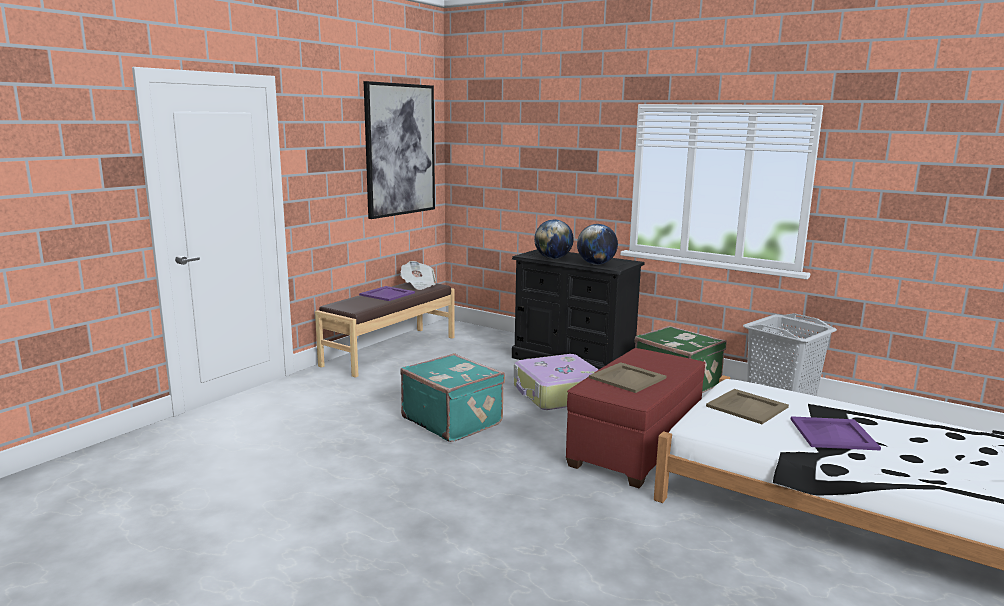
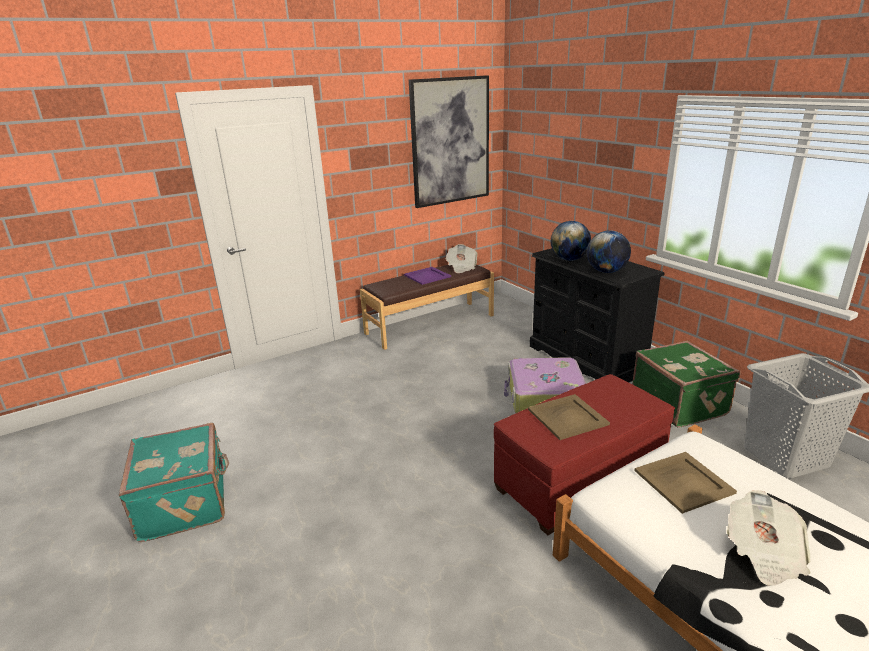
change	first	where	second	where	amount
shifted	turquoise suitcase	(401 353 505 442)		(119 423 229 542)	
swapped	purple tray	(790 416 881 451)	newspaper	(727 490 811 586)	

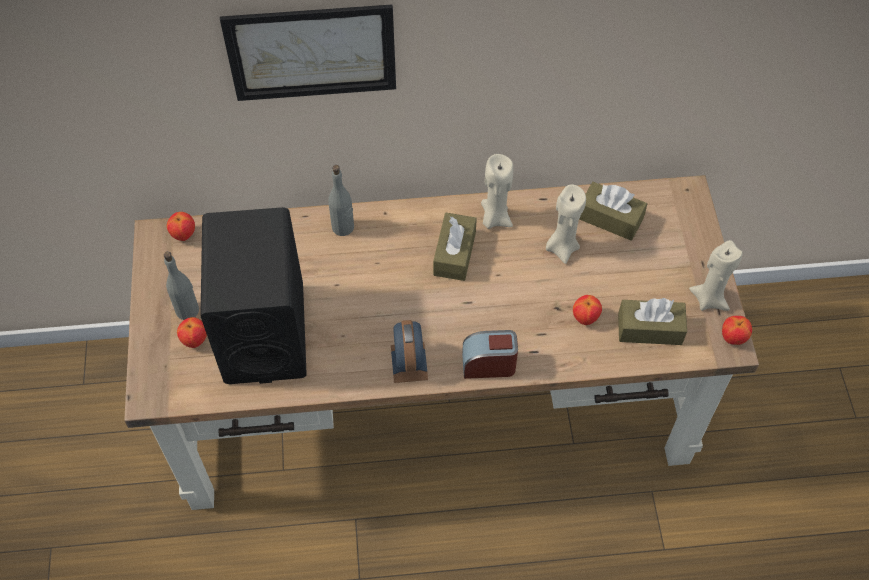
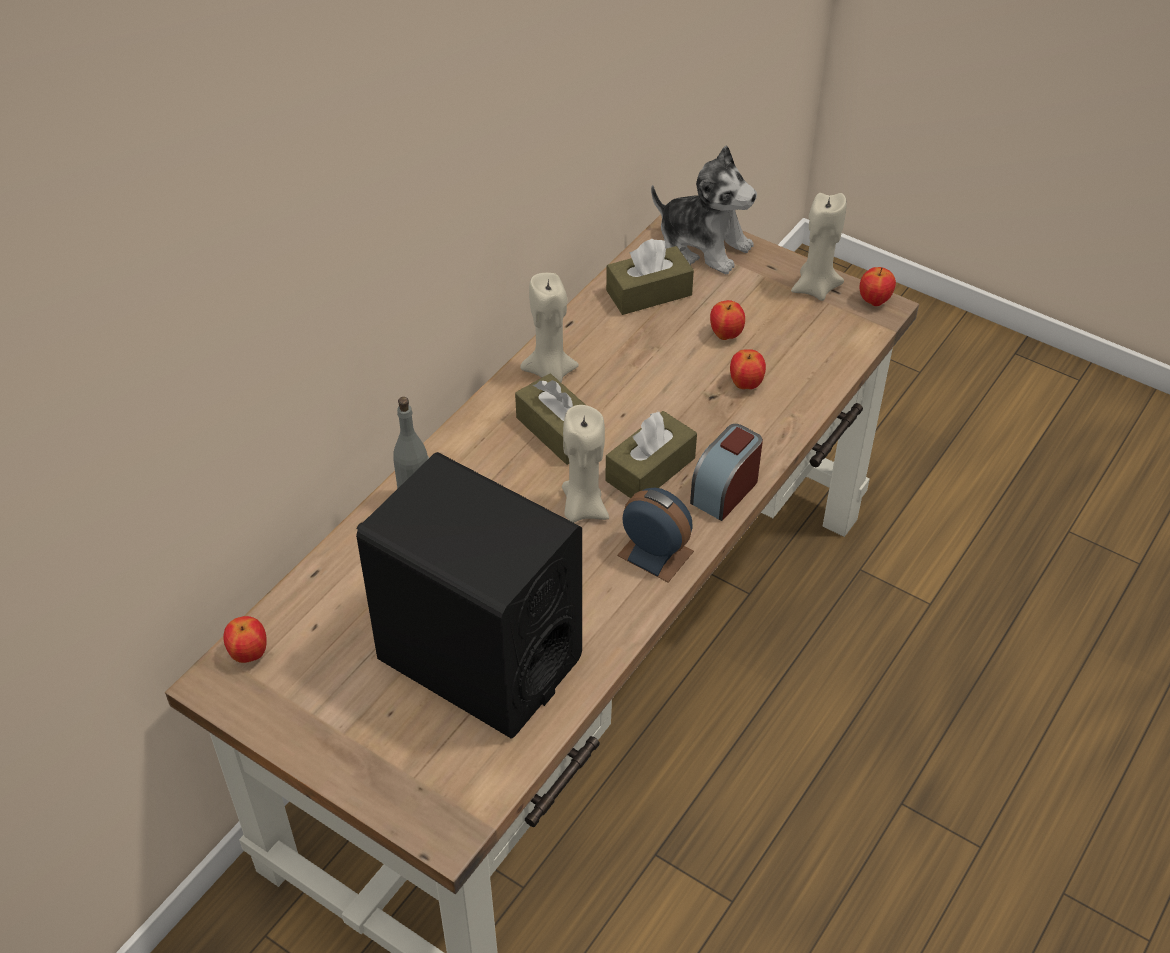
change	first	where	second	where	amount
gone	picture	(220 4 396 101)			
shifted	beige candle	(546 185 586 264)		(562 405 609 523)	
gone	grey bottle	(164 252 199 320)			
shifted	brown tissue box	(618 298 687 345)		(605 411 697 498)	
shifted	apple	(177 317 207 348)		(710 300 745 340)	
new			plush toy	(651 146 757 274)	

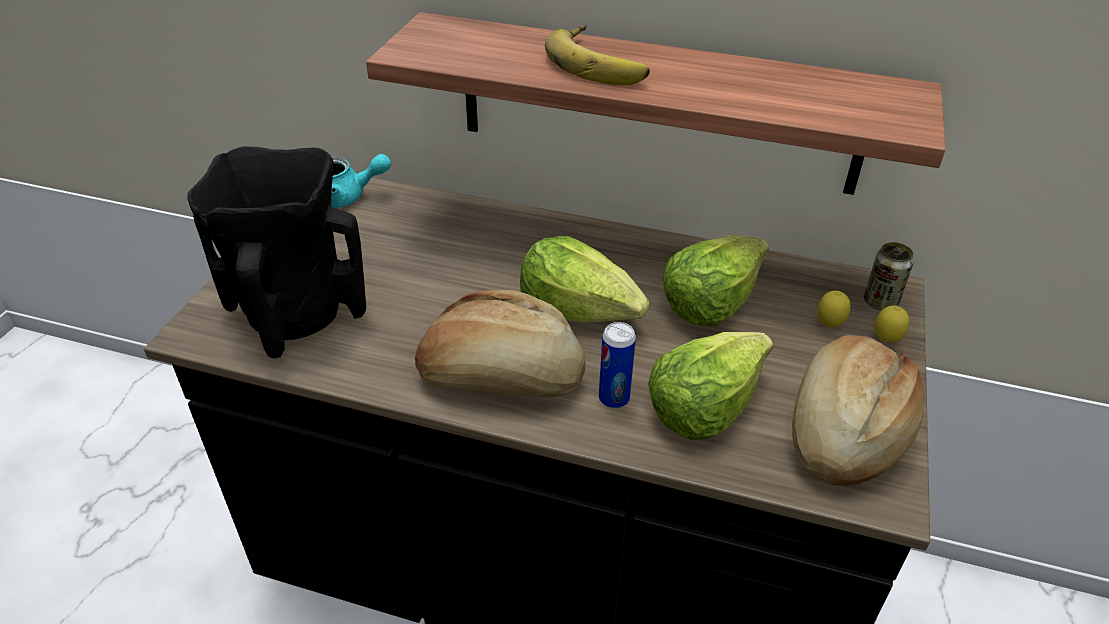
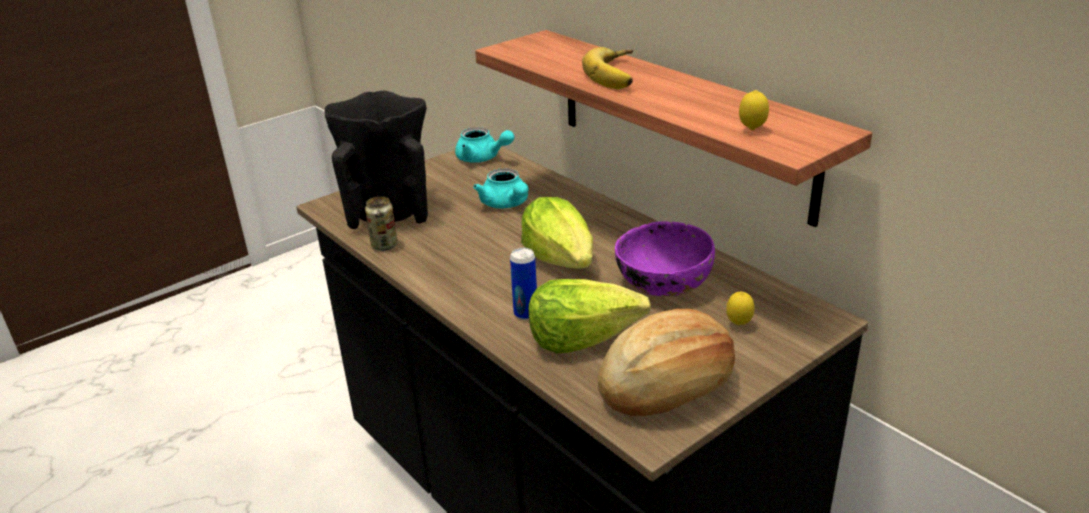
change	first	where	second	where	amount
swapped	lettuce	(662 235 769 326)	purple bowl	(615 222 715 297)	
shifted	can	(864 242 914 310)		(365 197 398 251)	
gone	bread	(415 290 585 397)			
shifted	lemon	(874 305 909 343)		(739 90 769 130)	
new			turquoise teapot	(473 168 529 209)	

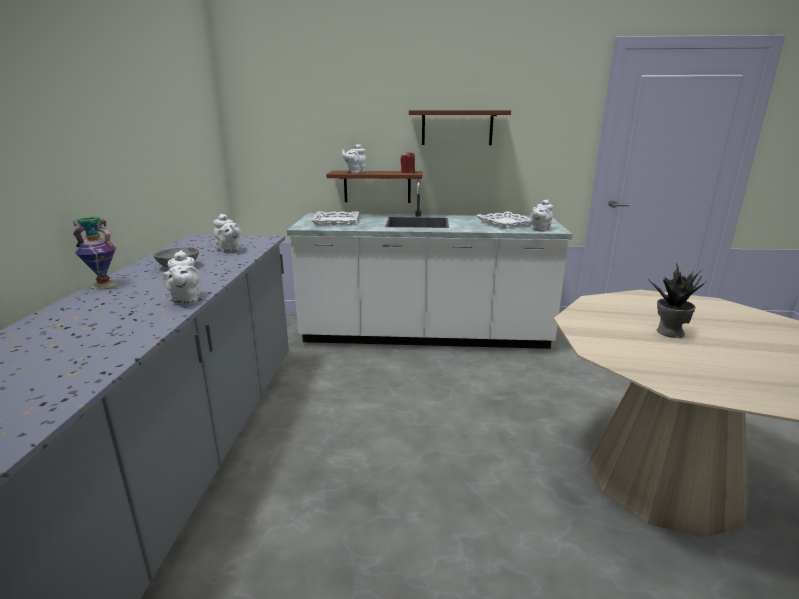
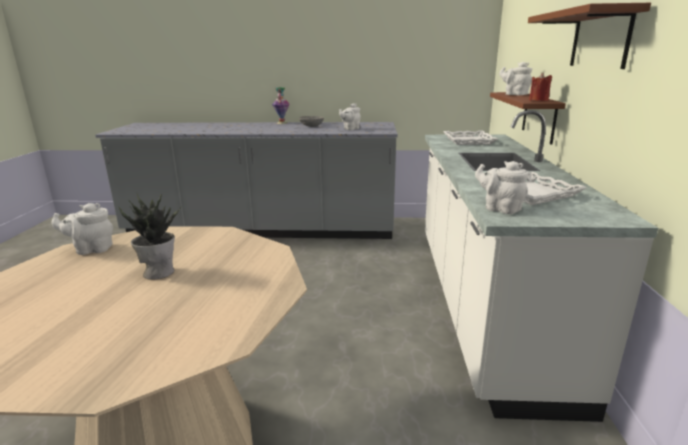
change	first	where	second	where	amount
shifted	white teapot	(162 250 200 304)		(51 203 113 255)	

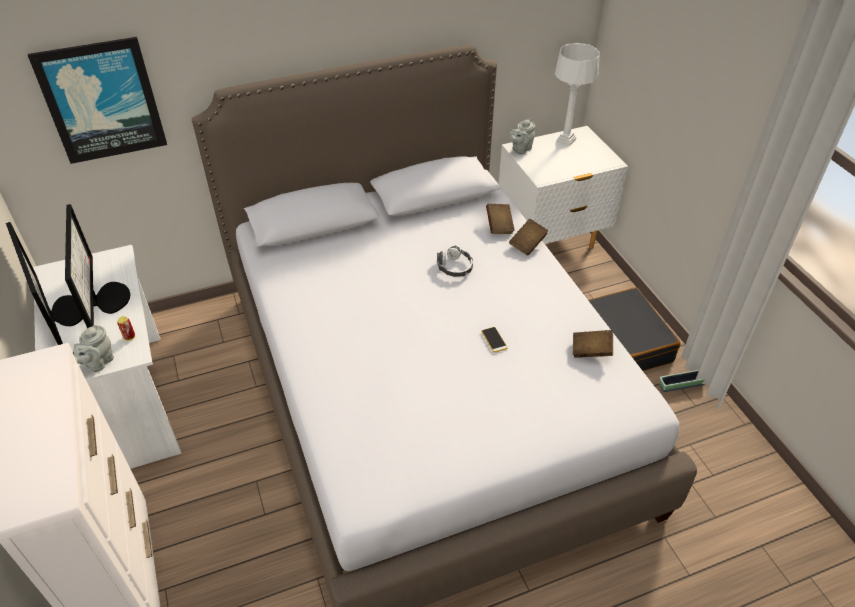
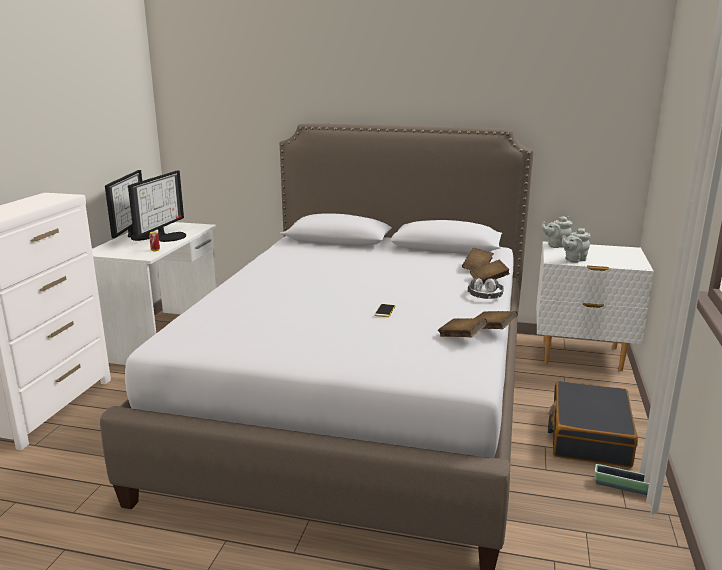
change	first	where	second	where	amount
gone	picture	(28 37 167 164)			
gone	white table lamp	(555 43 600 146)			
shifted	headphones	(437 246 473 277)		(468 278 504 299)	
shifted	grey teapot	(73 325 114 372)		(562 228 590 263)	
new			brown book	(475 311 518 329)	

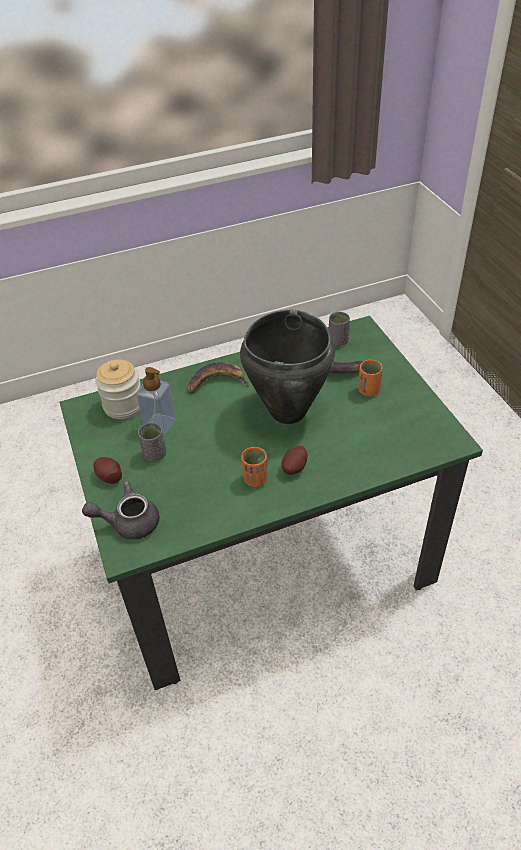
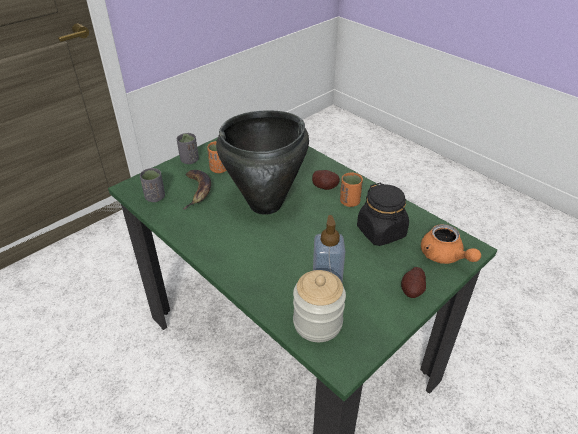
change	first	where	second	where	amount
gone	banana	(188 362 249 394)			
shifted	grey cup	(138 423 166 462)		(177 133 199 164)	
repainted	grey teapot	(82 481 159 540)	orange teapot	(421 224 481 264)	
new			black jar	(357 183 409 246)	

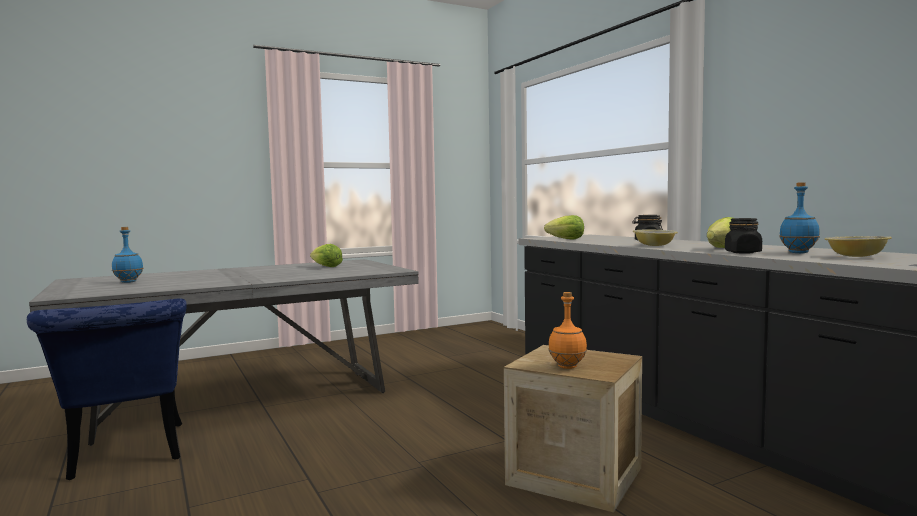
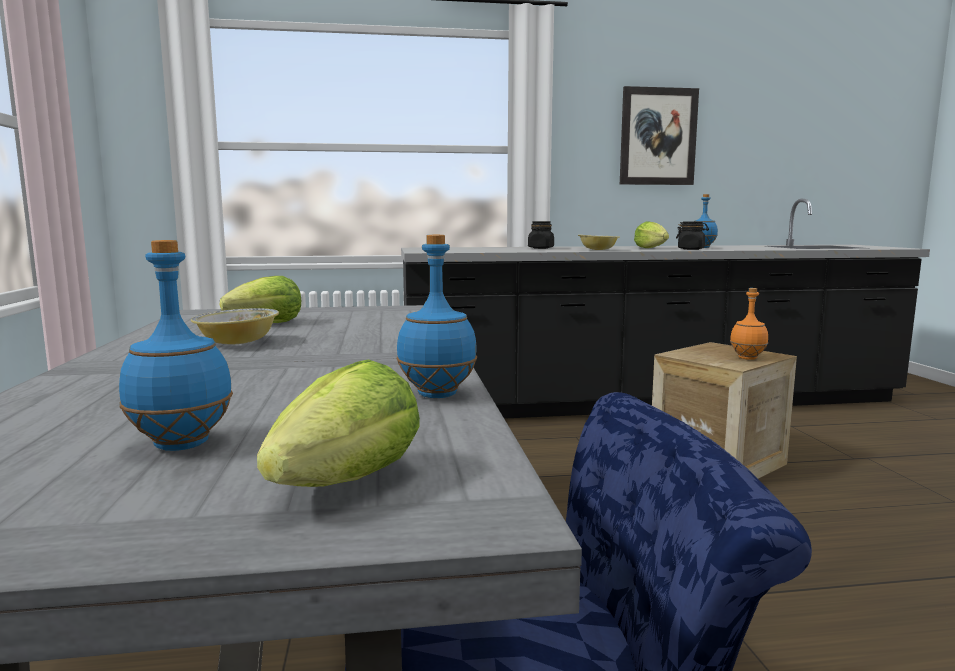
change	first	where	second	where	amount
shifted	lettuce	(544 215 584 239)		(257 359 420 487)	
shifted	bowl	(825 236 892 257)		(191 308 279 344)	
new			picture	(620 86 699 185)	
new			blue bottle	(396 234 477 398)	

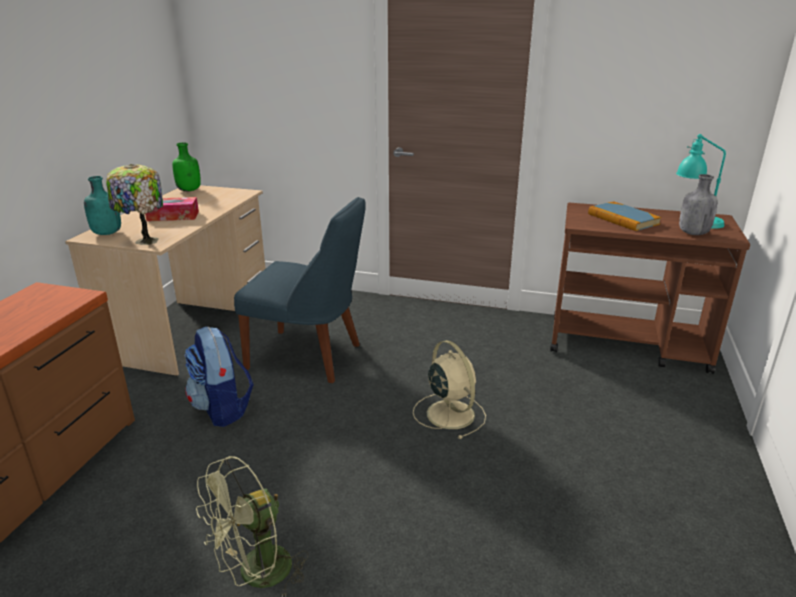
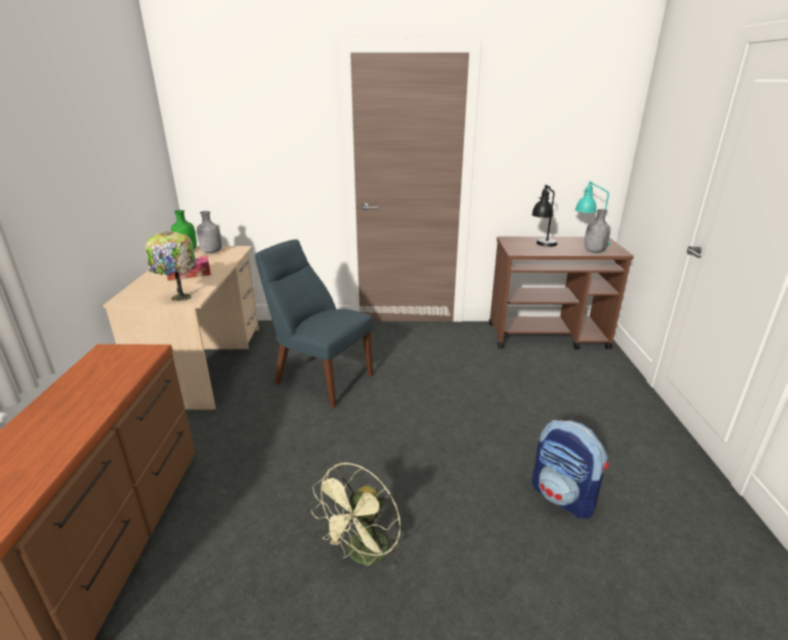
change	first	where	second	where	amount
gone	turquoise bottle	(84 176 121 235)			
rotated	blue chair	(234 197 366 383)		(255 239 373 408)	150 degrees counterclockwise
swapped	book	(588 201 661 231)	black table lamp	(532 185 557 247)	
shifted	backpack	(185 326 254 427)		(532 420 609 519)	
gone	beige fan	(413 340 486 439)			
new			grey bottle	(197 211 222 253)	

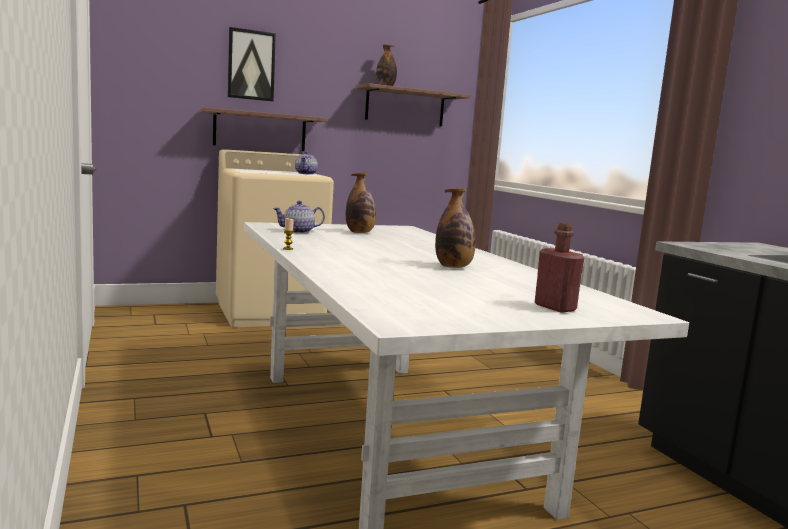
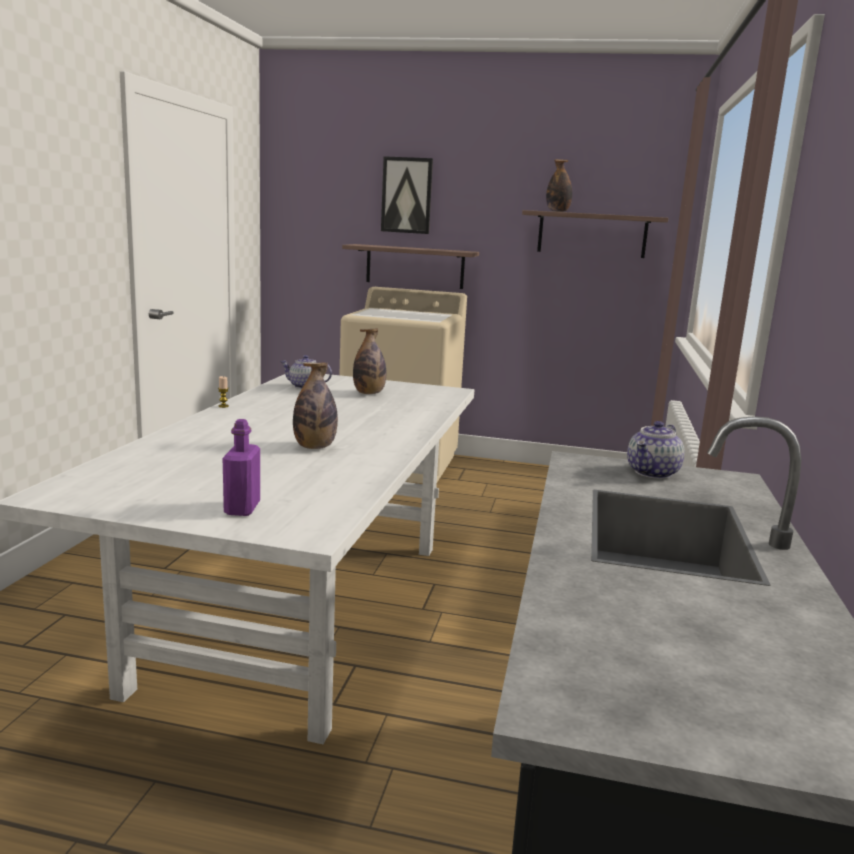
change	first	where	second	where	amount
shifted	teapot	(295 151 318 175)		(627 421 685 479)	
repainted	red bottle	(535 223 584 313)	purple bottle	(222 419 260 516)	

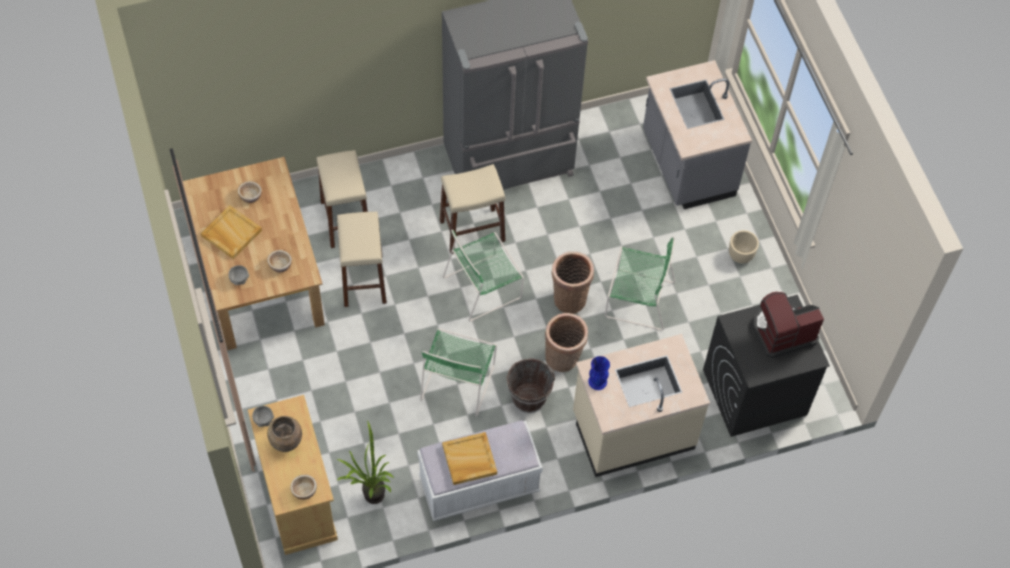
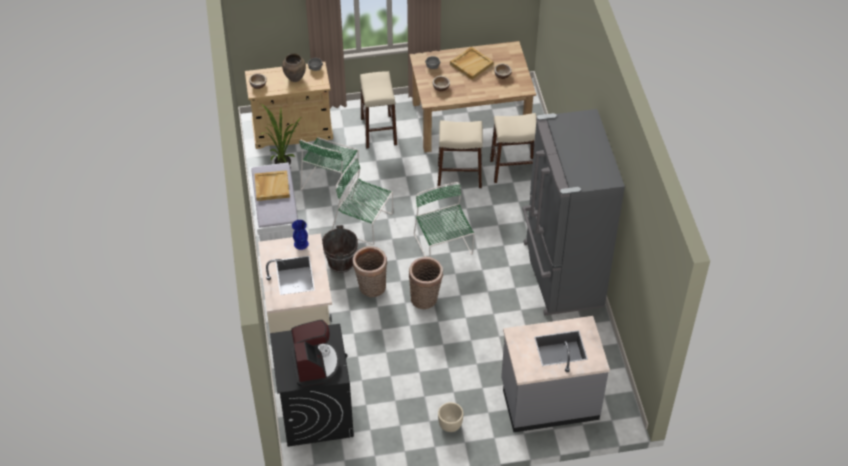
change	first	where	second	where	amount
shifted	beige stool	(440 164 506 254)		(360 71 397 149)	
shifted	green chair	(605 236 675 331)		(299 137 359 202)	

